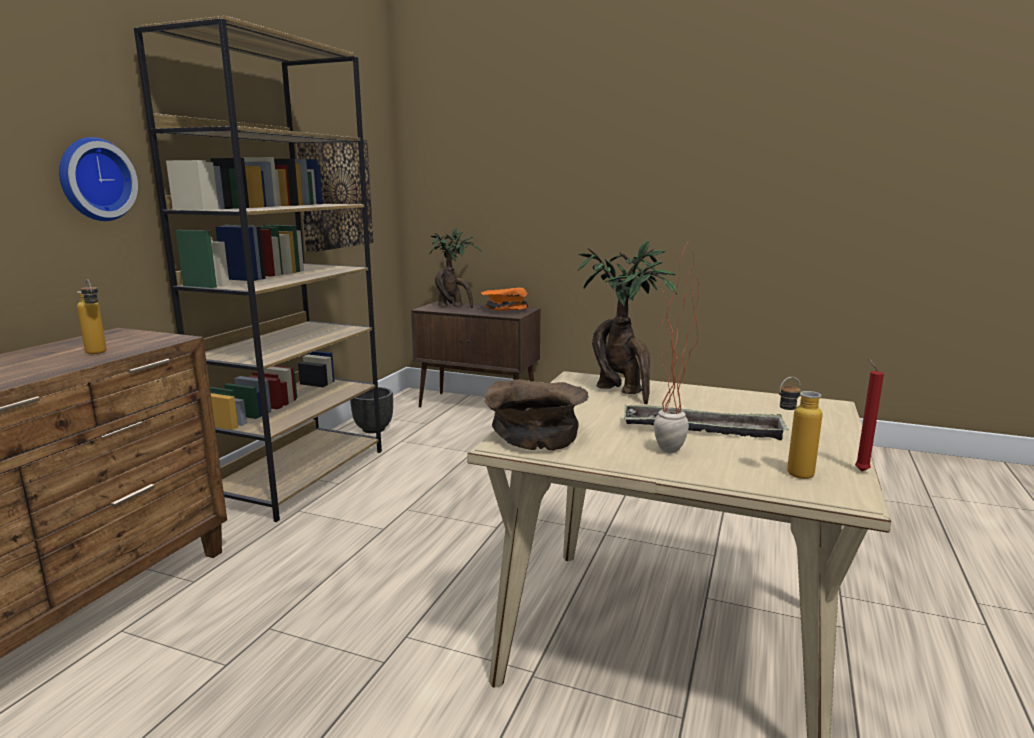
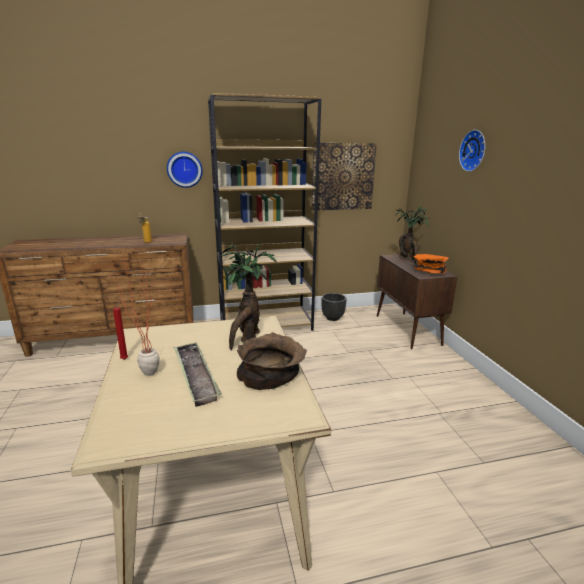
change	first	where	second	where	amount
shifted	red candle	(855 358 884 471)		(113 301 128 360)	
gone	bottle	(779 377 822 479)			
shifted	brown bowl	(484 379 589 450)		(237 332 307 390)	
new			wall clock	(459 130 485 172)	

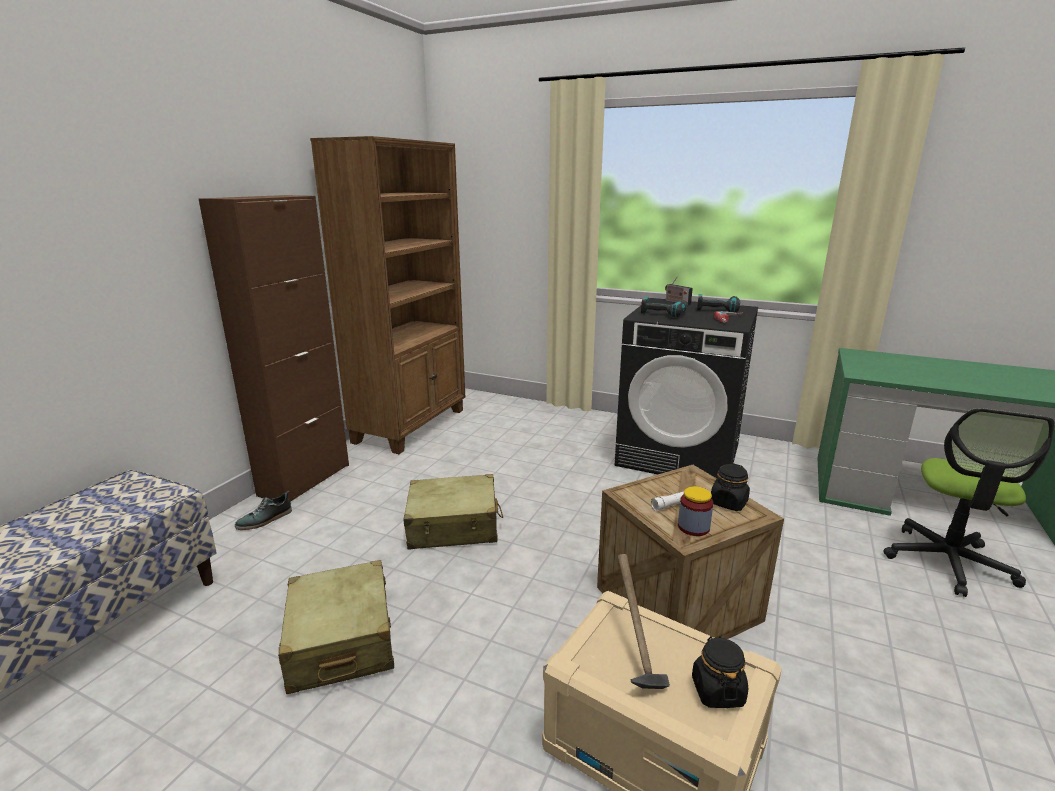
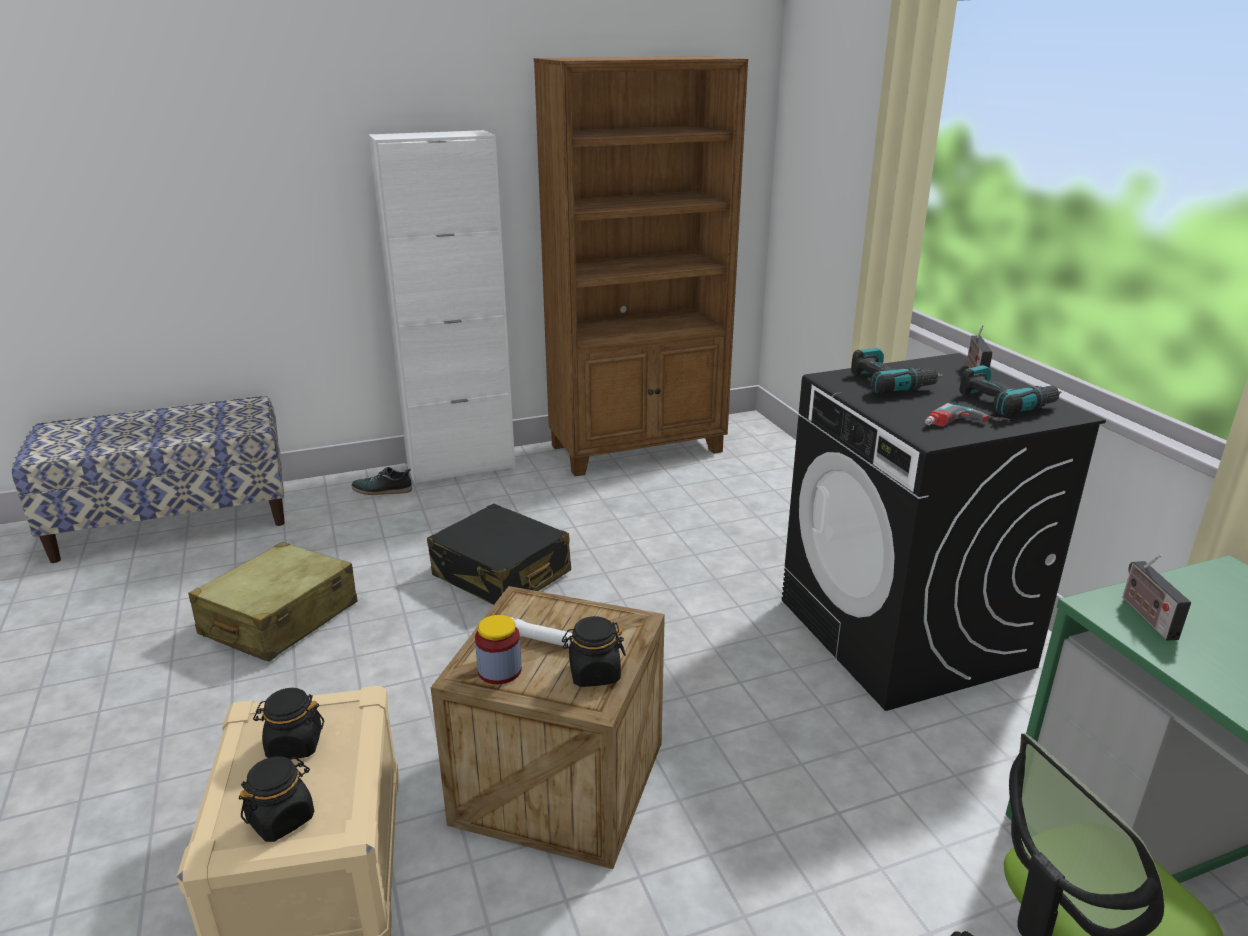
change	first	where	second	where	amount
repainted	brown cabinet	(199 195 349 502)	white cabinet	(368 130 515 485)	
repainted	beige suitcase	(404 474 503 550)	black suitcase	(427 503 571 605)	
swapped	hammer	(618 554 670 689)	black jar	(253 688 324 759)	
new			radio	(1122 554 1191 641)	

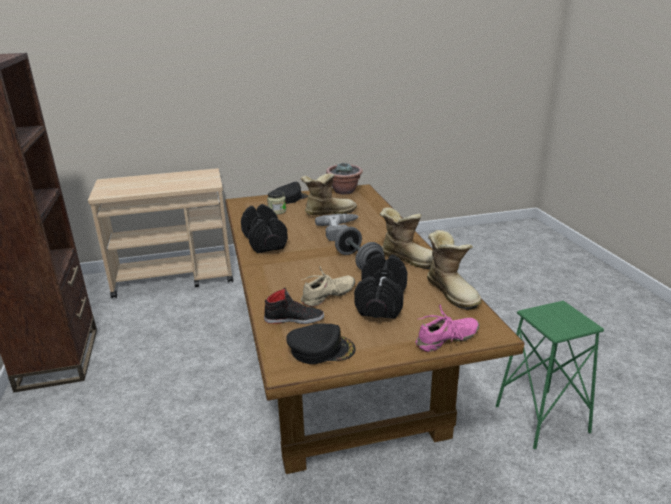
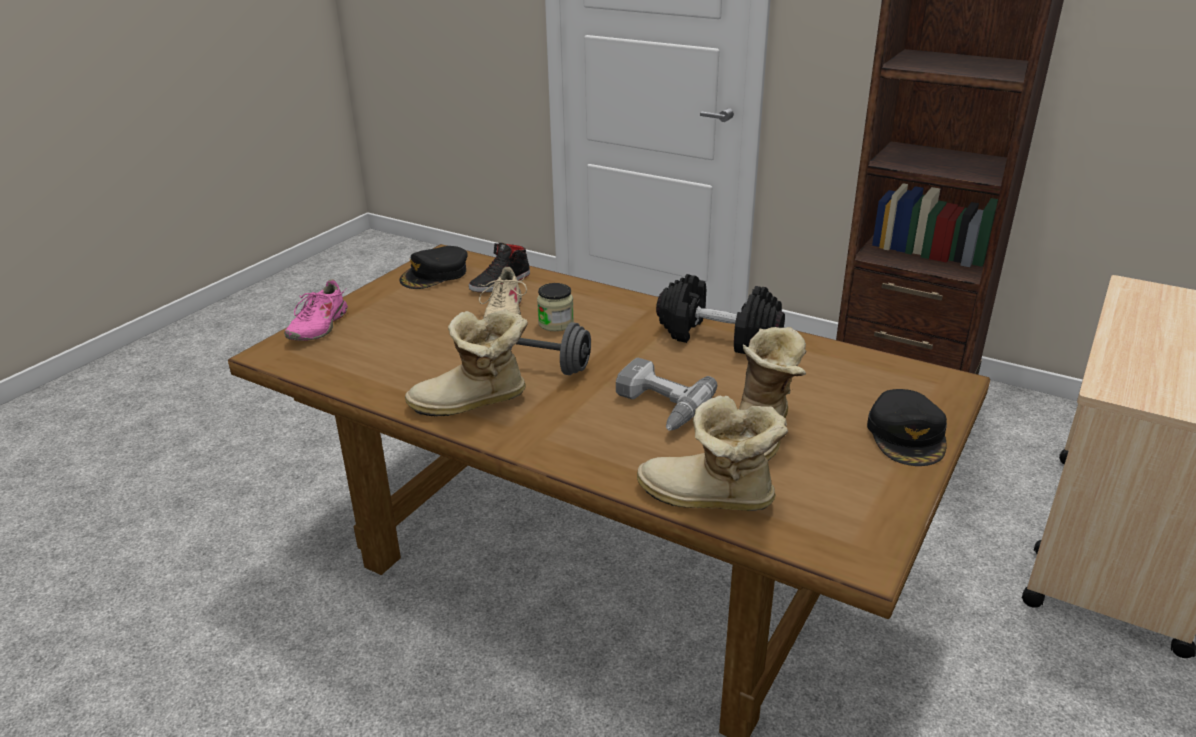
change	first	where	second	where	amount
gone	potted plant	(326 163 363 194)			
shifted	jar	(267 191 286 215)		(537 283 574 331)	
shifted	boot	(427 230 482 310)		(637 395 788 511)	
gone	black dumbbell	(354 254 407 319)			
gone	green stool	(496 301 604 449)			

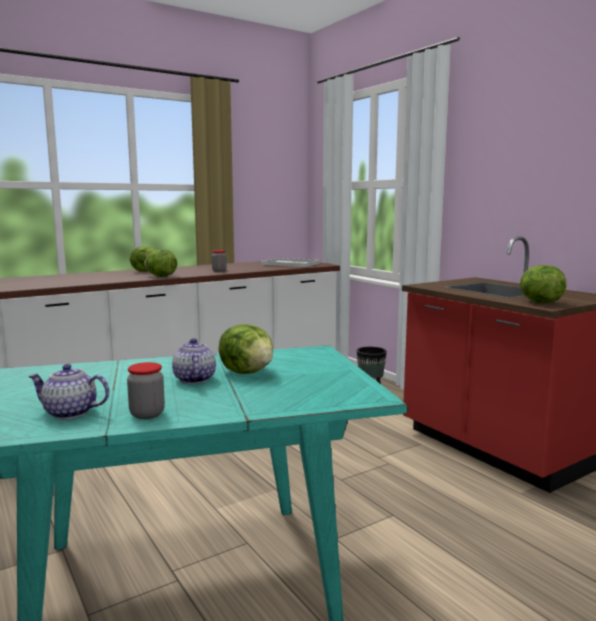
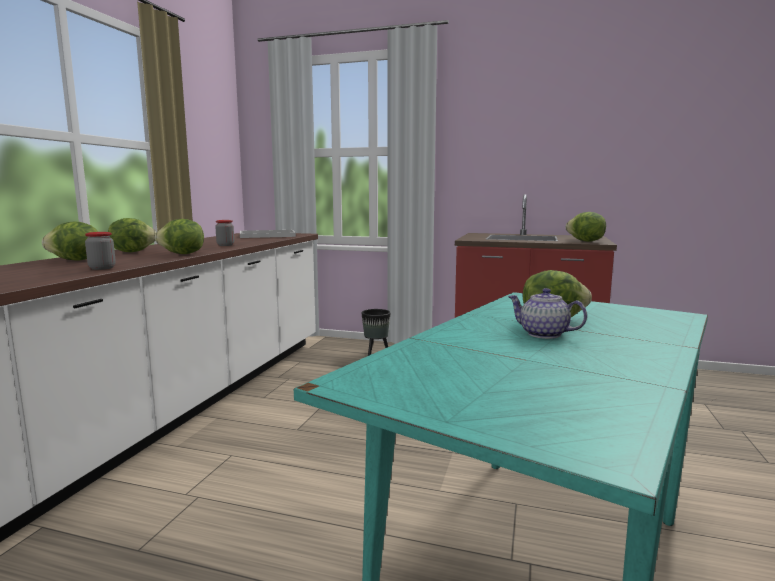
change	first	where	second	where	amount
shifted	jar	(127 362 165 419)		(85 232 116 270)	
gone	teapot	(28 364 109 419)			
new			lettuce	(42 221 98 261)	

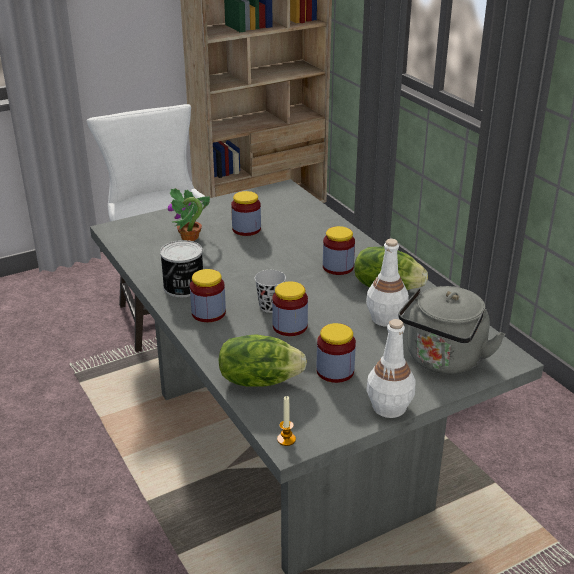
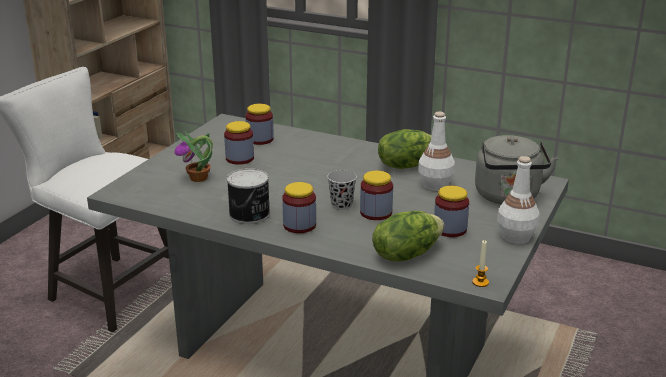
change	first	where	second	where	amount
shifted	jar	(323 226 355 275)		(245 104 274 145)	

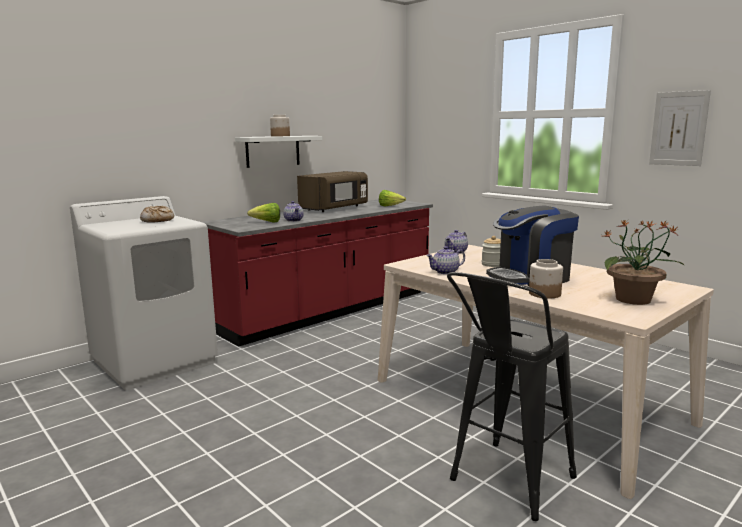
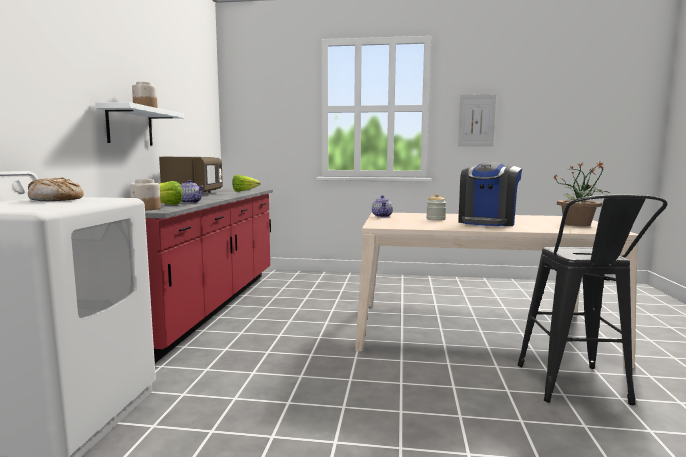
change	first	where	second	where	amount
gone	teapot	(426 246 465 274)			
shifted	jar	(529 259 563 299)		(130 179 161 210)	

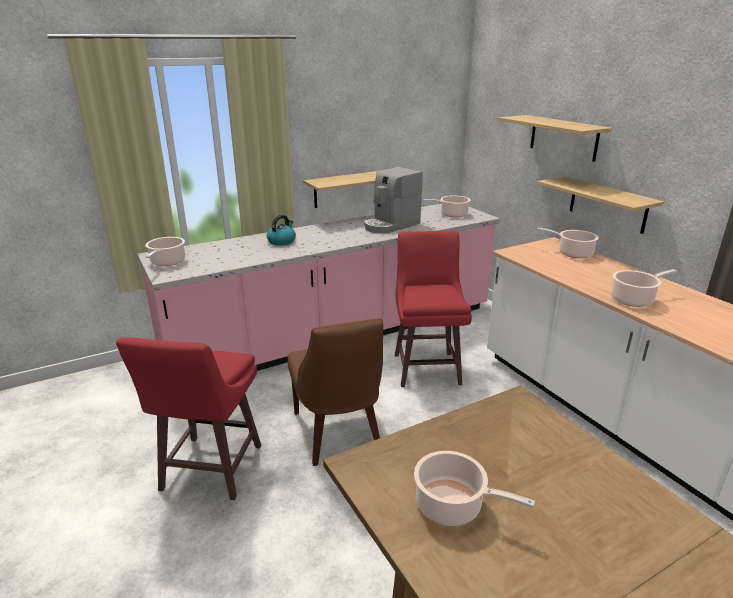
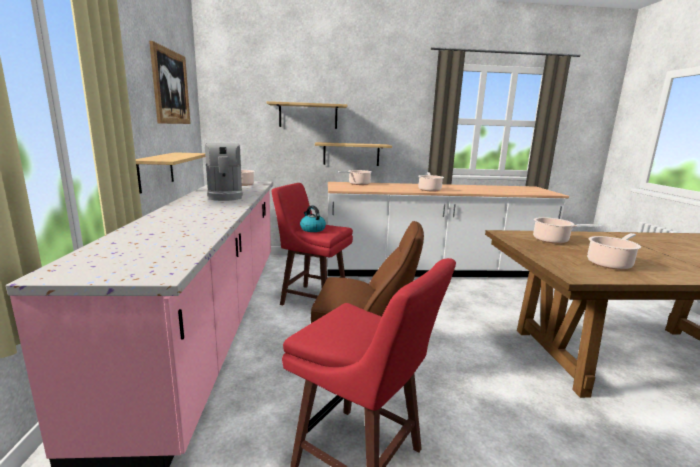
change	first	where	second	where	amount
shifted	kettle	(267 215 296 246)		(300 205 326 232)	
shifted	cooking pot	(145 237 185 266)		(533 217 602 244)	
new			picture	(149 41 191 124)	

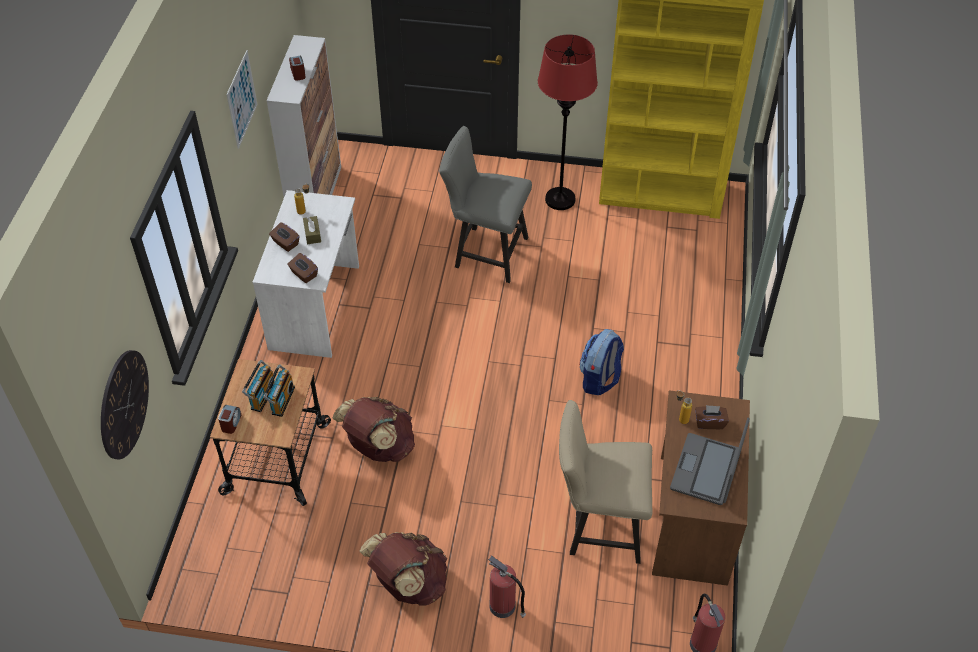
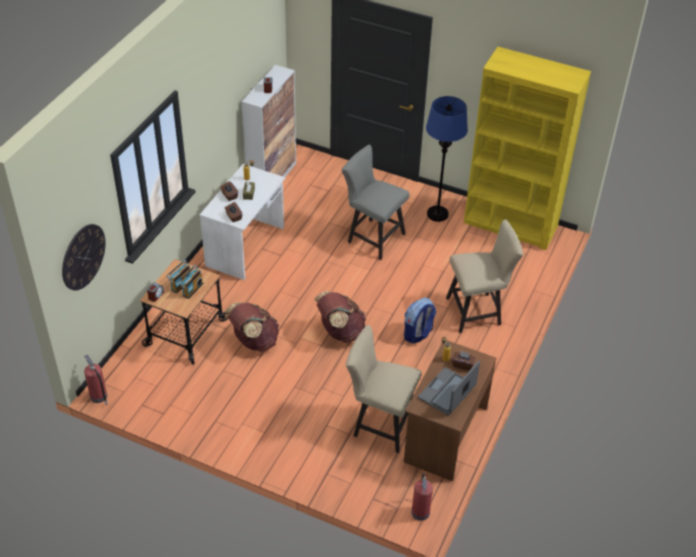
change	first	where	second	where	amount
repainted	red floor lamp	(538 34 598 210)	blue floor lamp	(426 96 468 222)	
gone	picture	(226 50 258 149)			
shifted	brown backpack	(359 532 447 606)		(314 291 366 343)	
shifted	fire extinguisher	(488 556 526 618)		(84 355 108 405)	
new			beige chair	(446 219 523 333)	

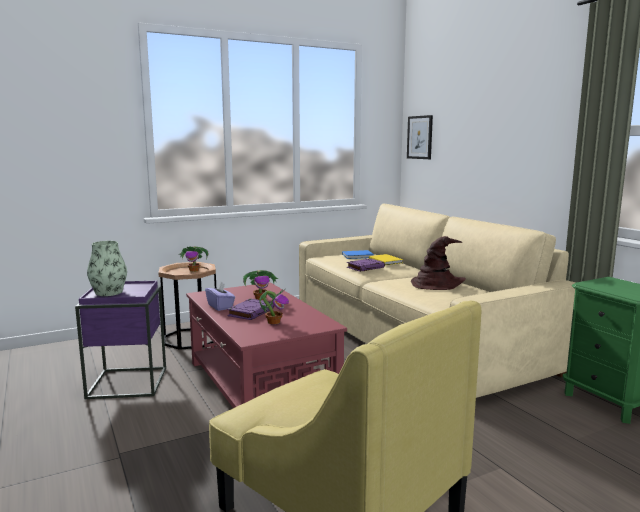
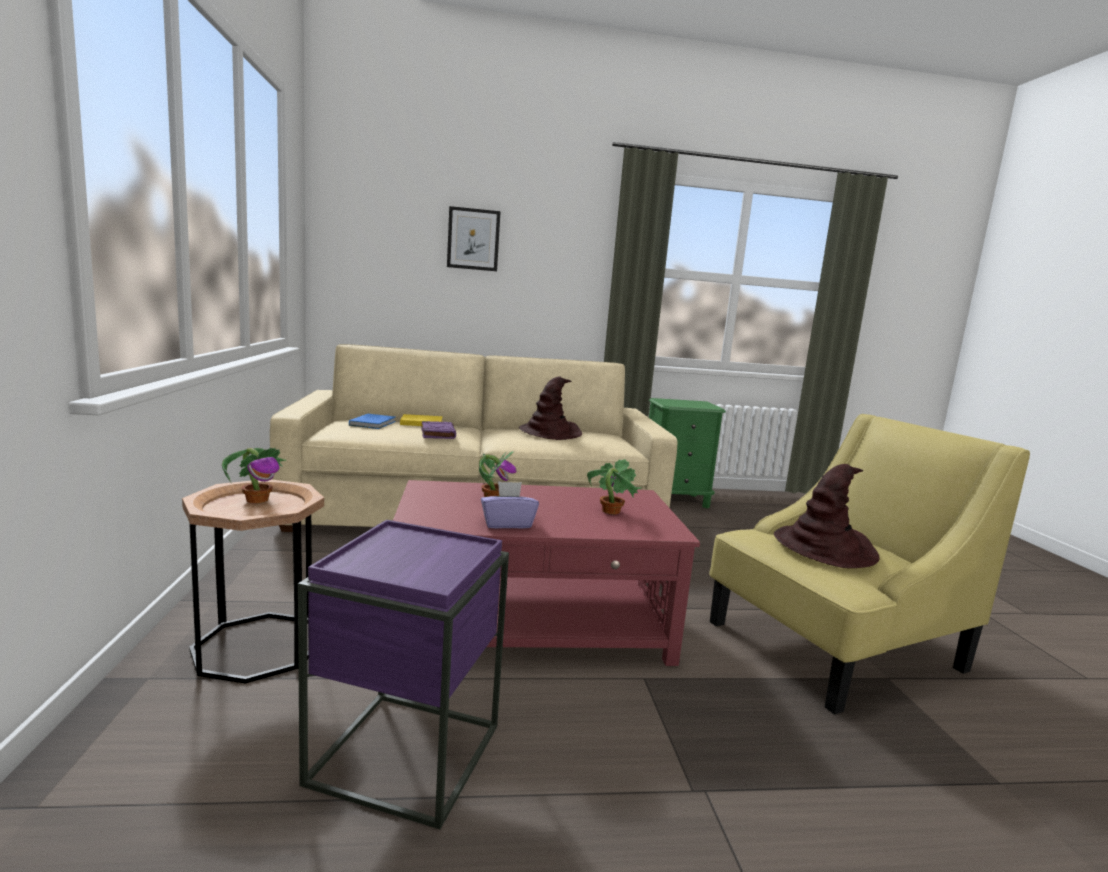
change	first	where	second	where	amount
shifted	picture	(407 115 433 159)		(447 206 501 271)	
gone	vase	(87 241 127 296)			
gone	purple book	(227 299 274 320)			
new			brown hat	(774 464 880 568)	

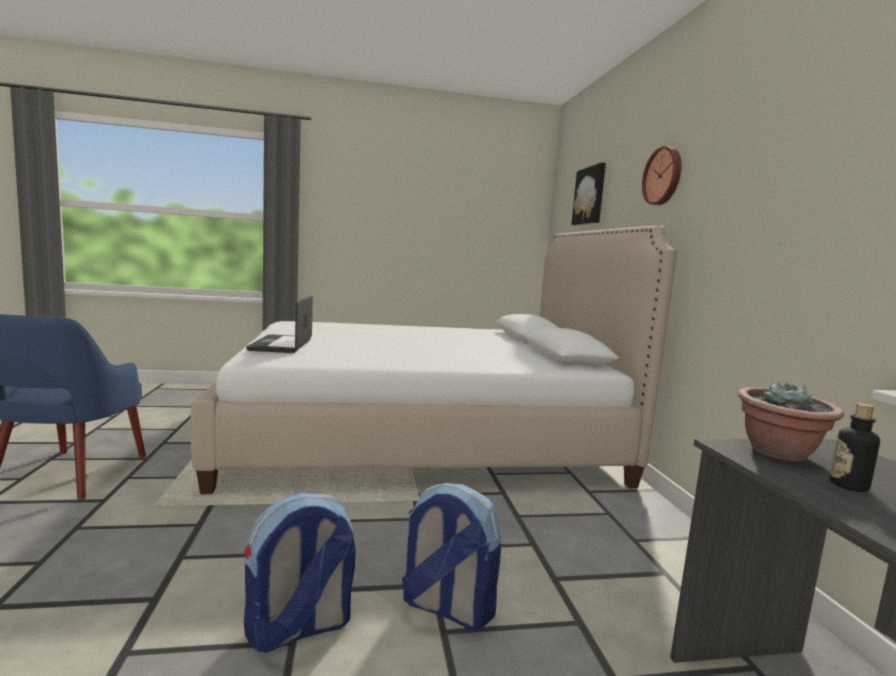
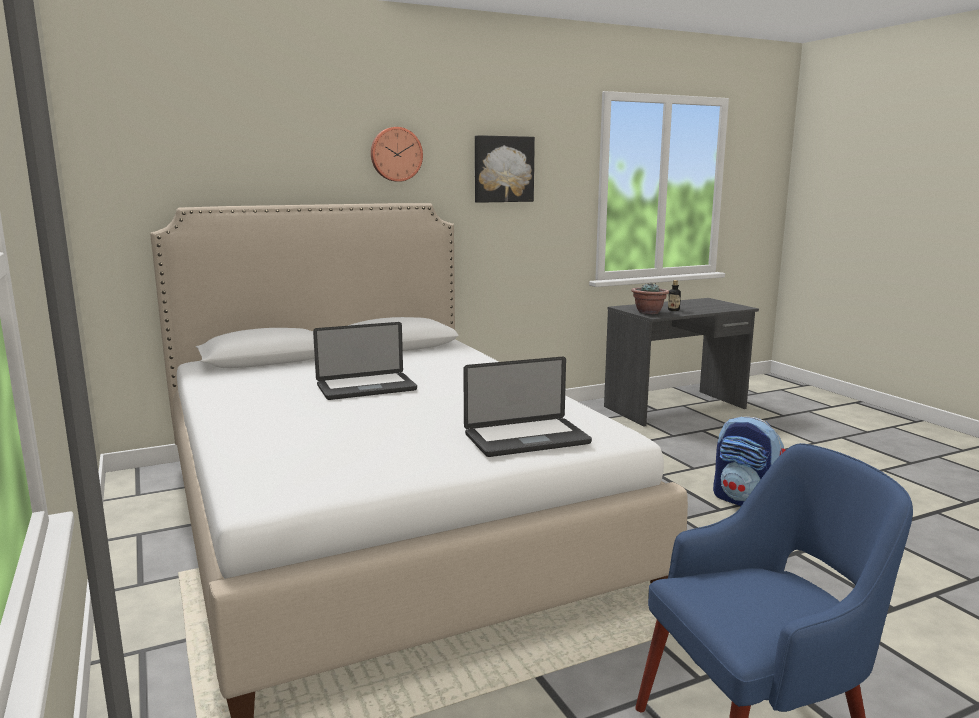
change	first	where	second	where	amount
shifted	picture	(571 162 606 225)		(475 135 535 203)	
gone	backpack	(402 483 501 630)			
new			laptop	(313 322 417 400)	

